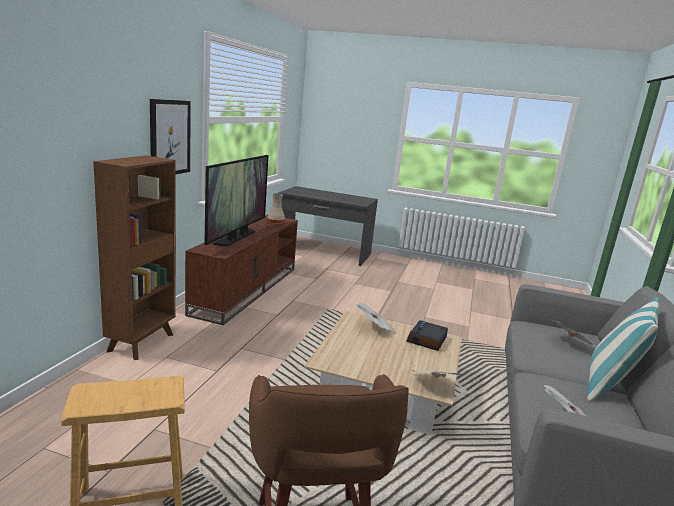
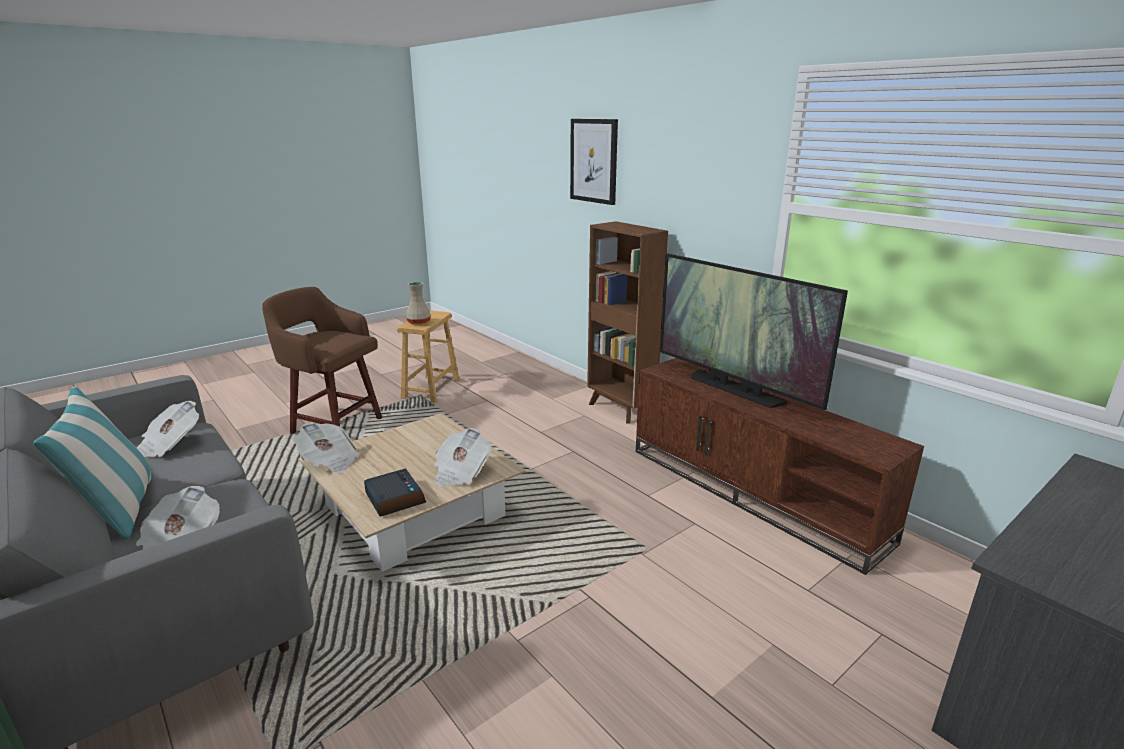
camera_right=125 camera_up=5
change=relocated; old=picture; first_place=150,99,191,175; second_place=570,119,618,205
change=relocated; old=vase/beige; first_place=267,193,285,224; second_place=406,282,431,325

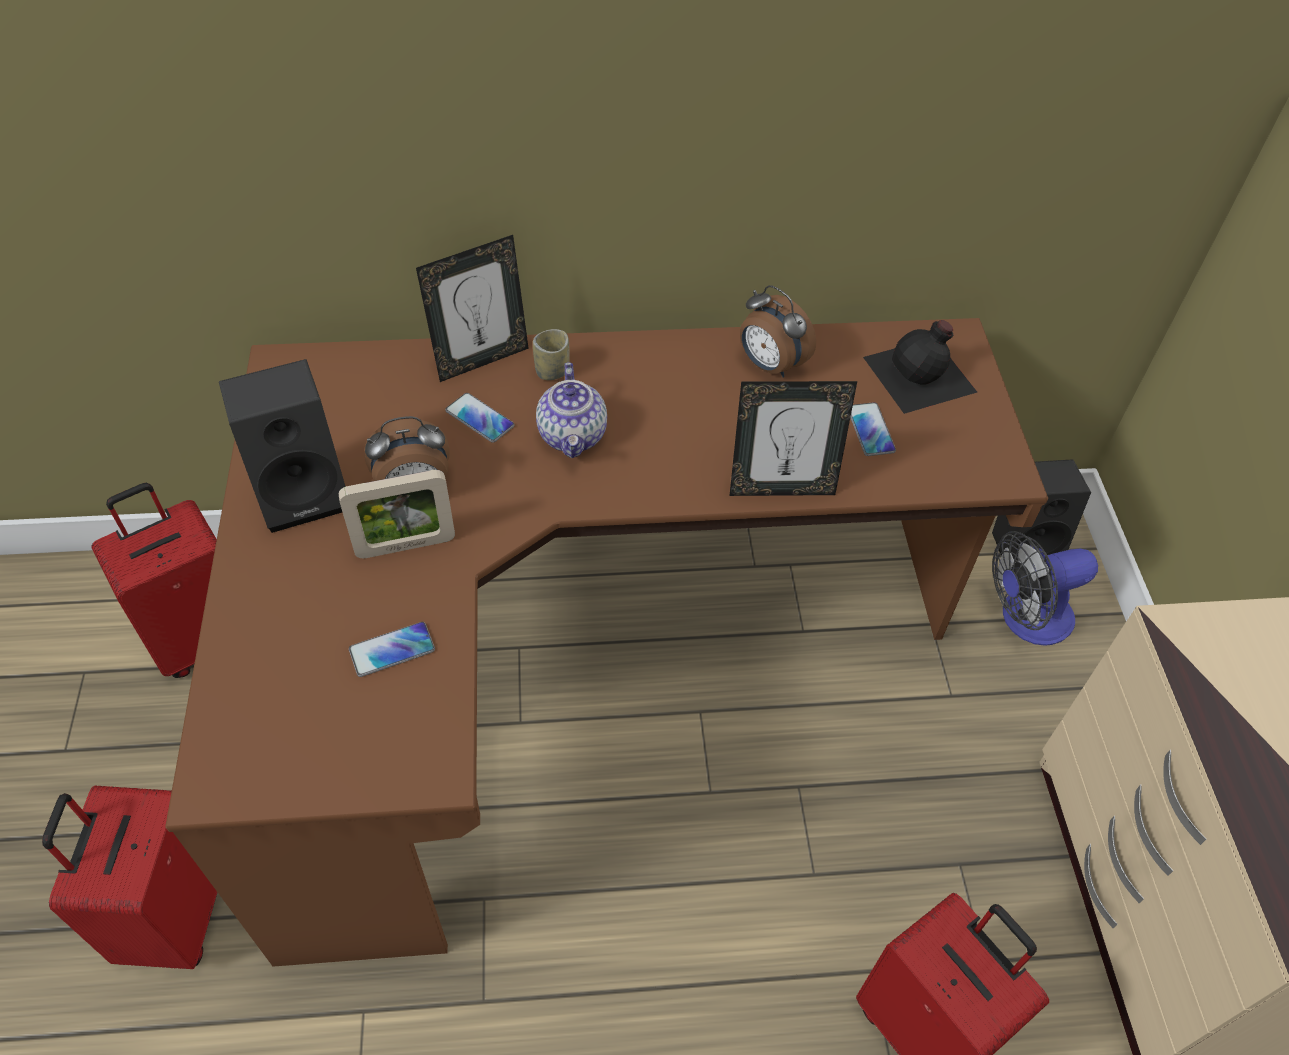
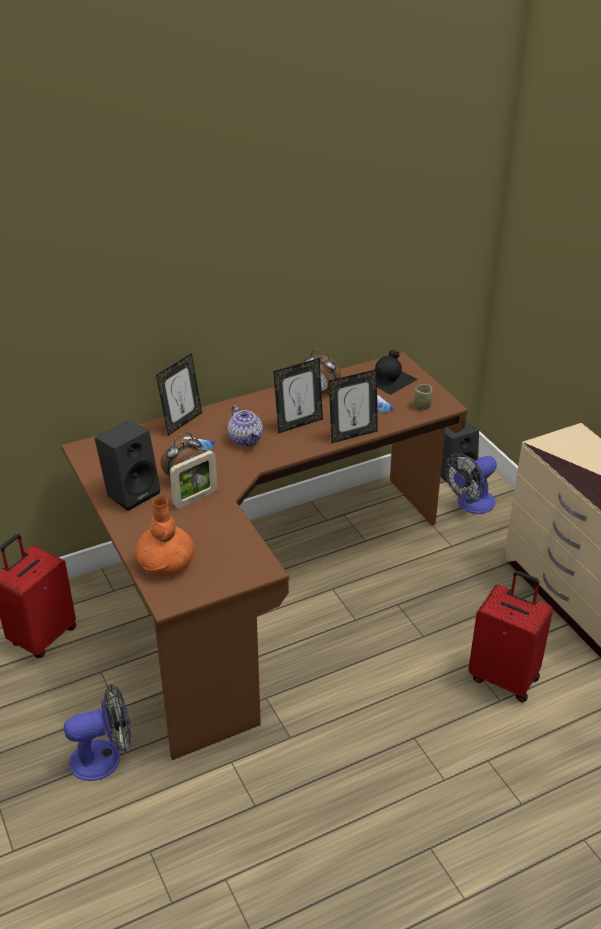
camera_right=-20 camera_up=-15
change=exchanged; old=piece of luggage/reddish; new=electric fan; first_place=42,786,218,969; second_place=64,684,131,781
change=missing; old=phone; first_place=349,622,435,677
change=relocated; old=small cup; first_place=533,329,570,380; second_place=414,384,432,410
change=appeared; new=vase/orange; second_place=135,497,194,577
change=appeared; new=picture frame; second_place=273,358,323,433

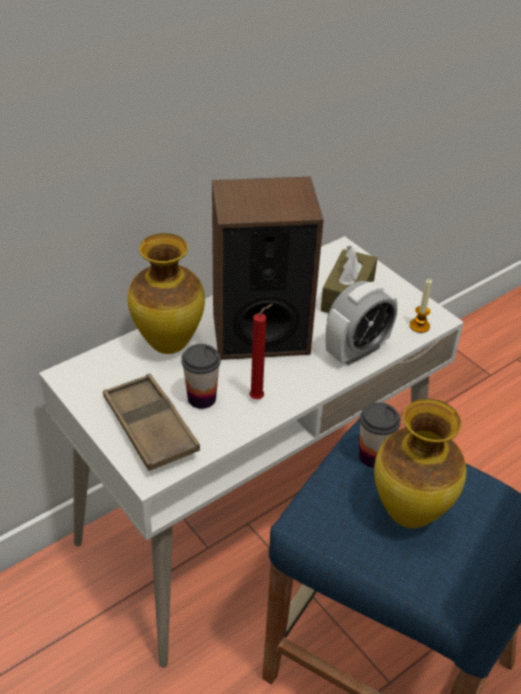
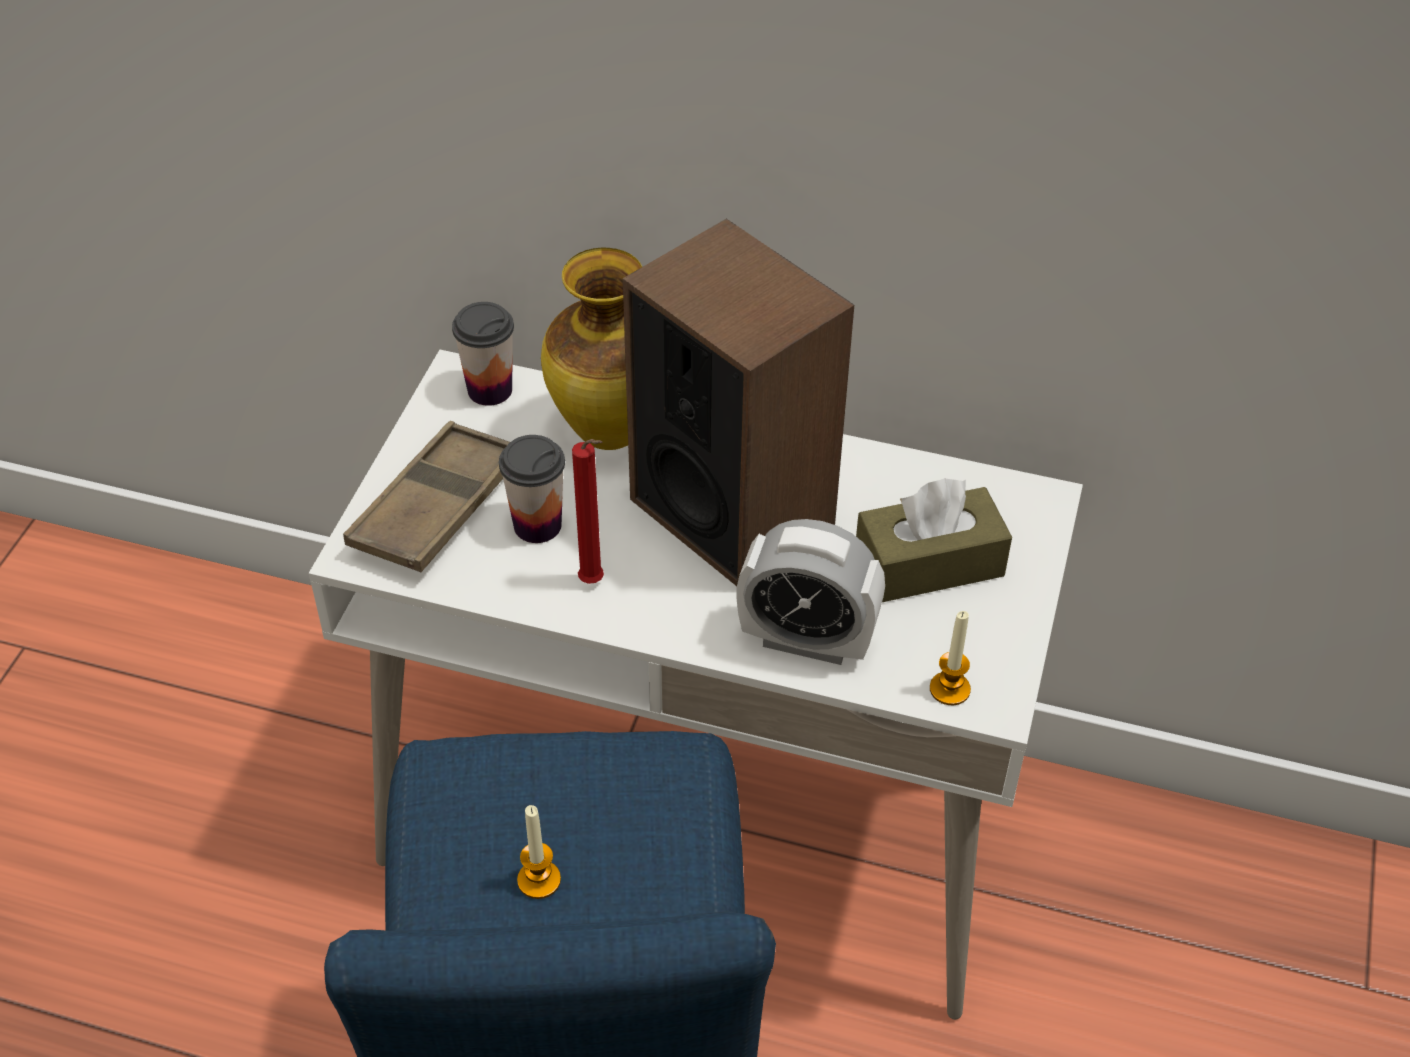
camera_right=55 camera_up=5
change=relocated; old=small cup; first_place=359,402,401,468; second_place=452,302,514,406
change=exchanged; old=vase; new=wax candle; first_place=374,399,466,528; second_place=517,805,561,899

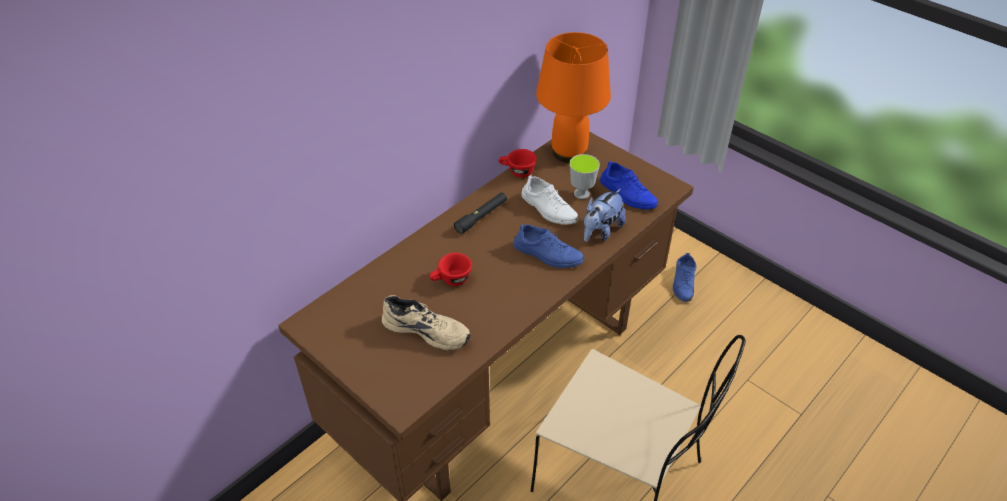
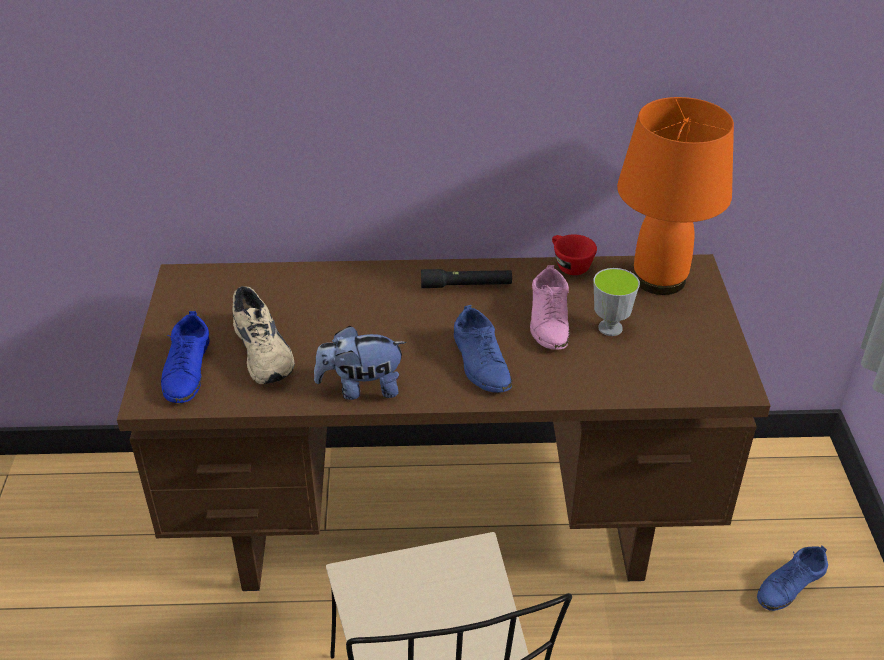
camera_right=45 camera_up=-5
change=missing; old=small cup/reddish; first_place=430,253,472,286
change=colour; old=shoe/whitish; new=shoe/pinkish; first_place=521,175,579,225; second_place=530,265,570,350
change=relocated; old=plush toy; first_place=584,189,626,242; second_place=314,326,406,400
change=relocated; old=shoe/bluish; first_place=600,160,658,209; second_place=161,311,209,403

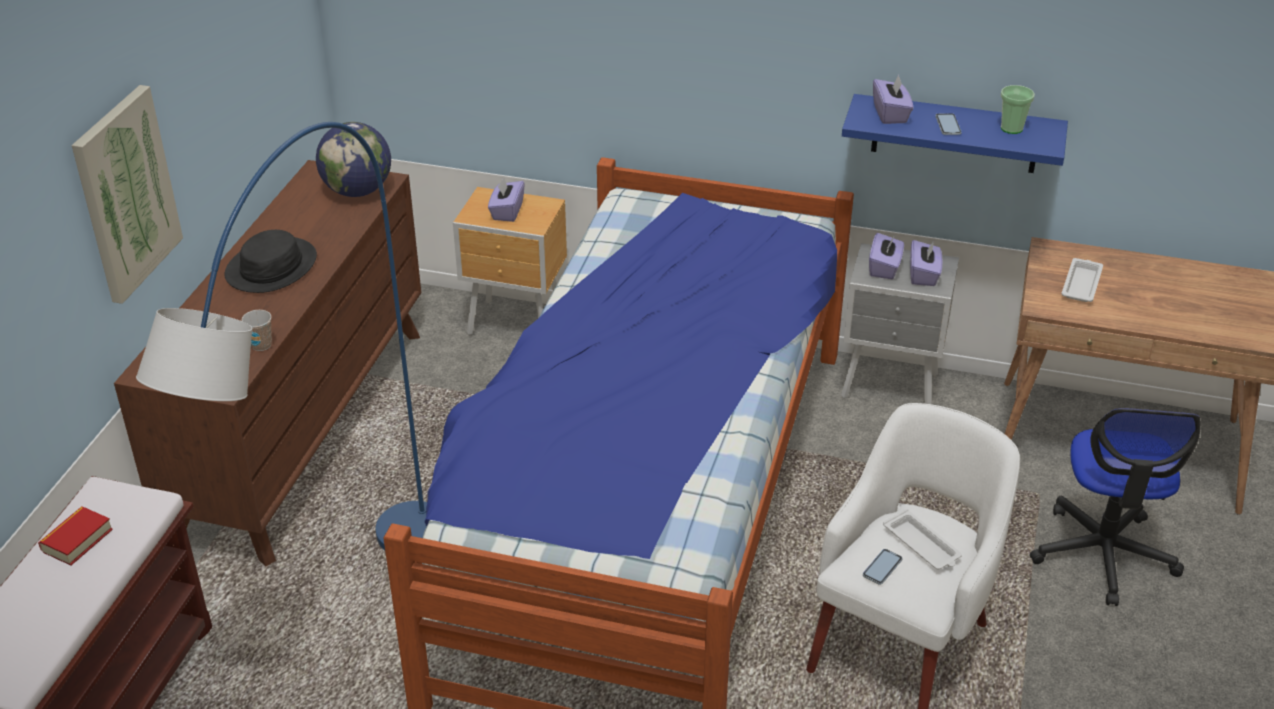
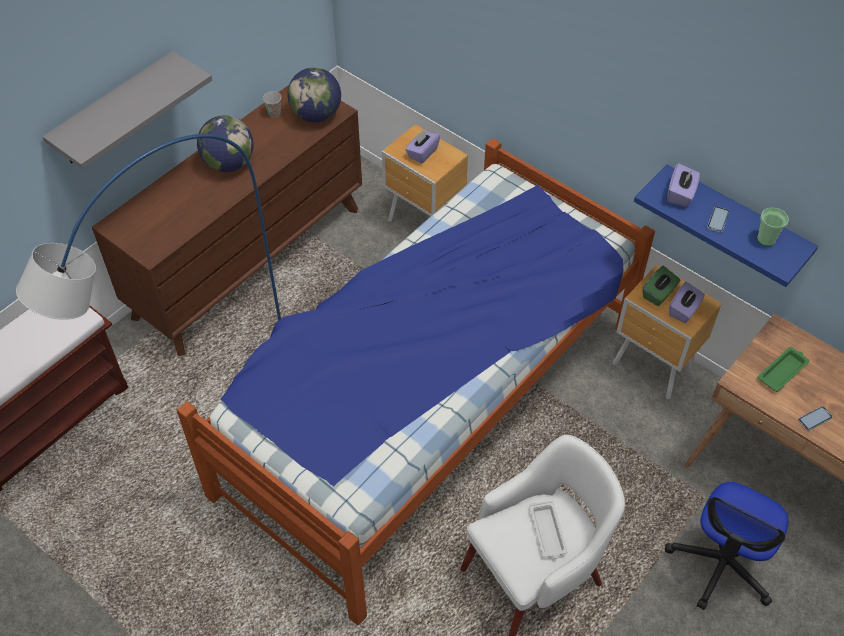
camera_right=25 camera_up=15
change=missing; old=book; first_place=38,506,113,565
change=exchanged; old=picture; new=wall shelf/grey; first_place=72,85,183,304; second_place=42,51,212,169
change=exchanged; old=clothing hat/blackish; new=world globe; first_place=225,230,317,293; second_place=197,115,254,172
change=relocated; old=small cup; first_place=241,310,272,351; second_place=263,91,281,118
change=colour; old=bedside table/grey; new=bedside table/brown-coloured; first_place=841,243,959,404; second_place=613,265,722,399
change=relocated; old=phone; first_place=863,549,902,585; second_place=798,406,833,431
change=colour; old=box of tissues/purple; new=box of tissues/green; first_place=869,233,904,279; second_place=642,266,680,306
change=colour; old=serving tray/whitish; new=serving tray/green; first_place=1061,258,1103,302; second_place=757,347,810,392

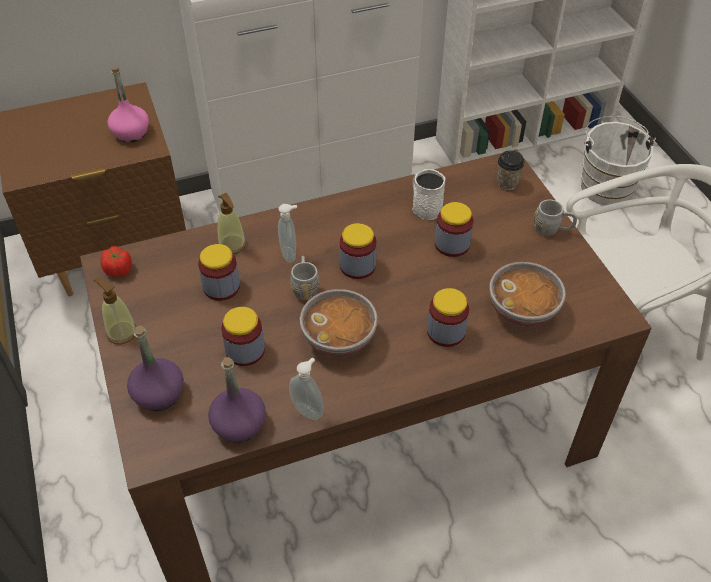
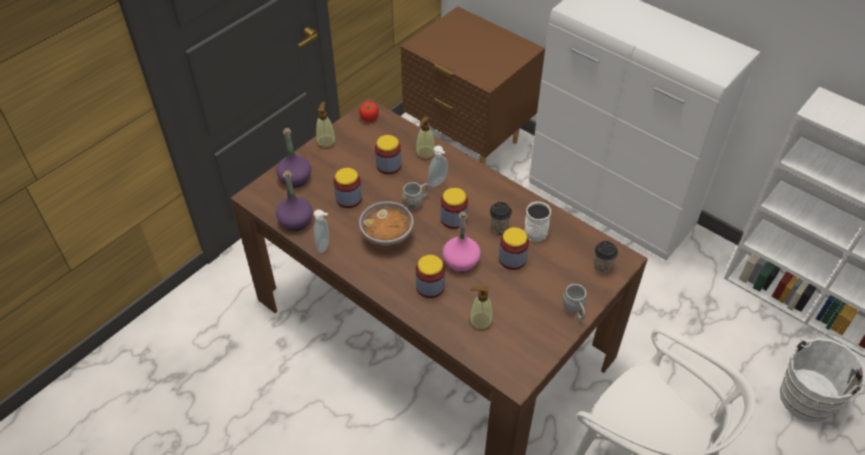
camera_right=60 camera_up=0
change=relocated; old=beverage bottle/pinkish; first_place=108,67,149,142; second_place=443,211,481,272
change=exchanged; old=serving bowl; new=soap dispenser; first_place=489,262,566,327; second_place=469,286,493,331
change=appeared; new=small cup; second_place=490,202,512,233

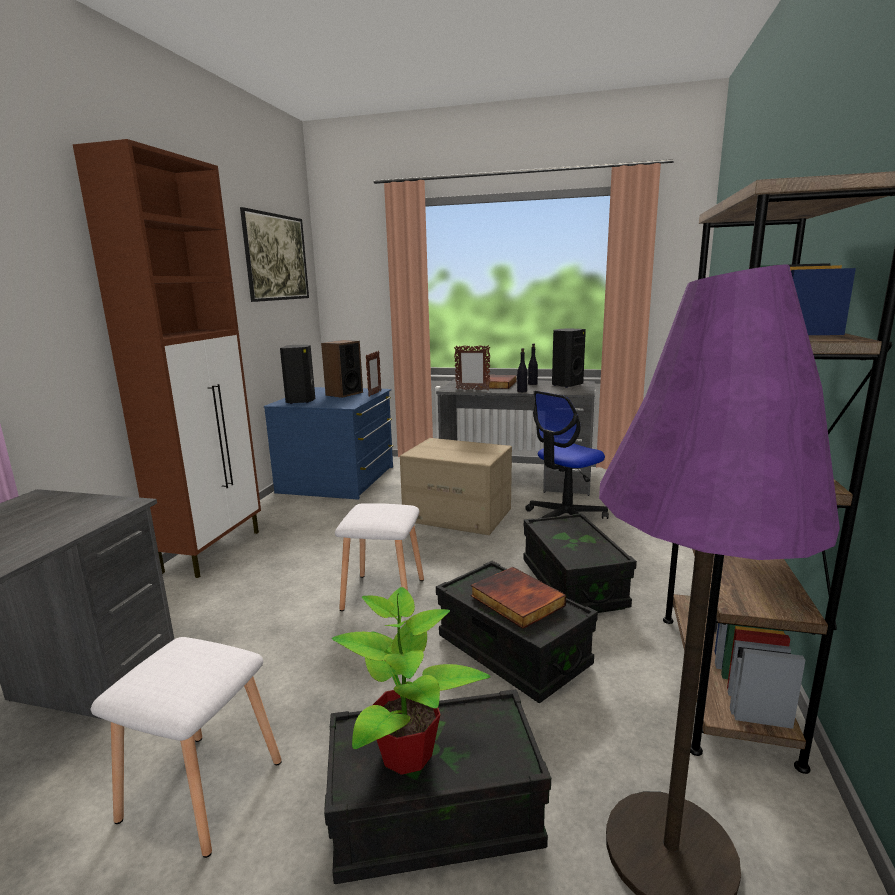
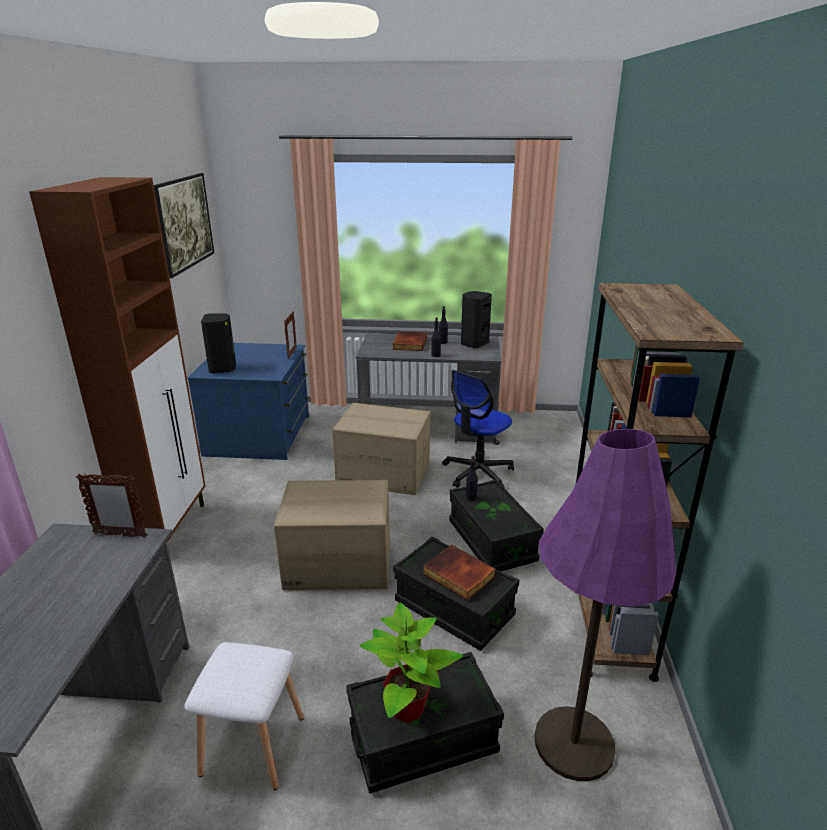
camera_right=-10 camera_up=10
change=missing; old=speaker; first_place=321,340,363,398
change=exchanged; old=sitting stool/whitish; new=carton; first_place=335,503,424,611; second_place=274,480,390,590
change=relocated; old=picture frame; first_place=454,345,490,390; second_place=76,474,148,538
change=appeared; new=beverage bottle/blackish; second_place=466,456,478,501

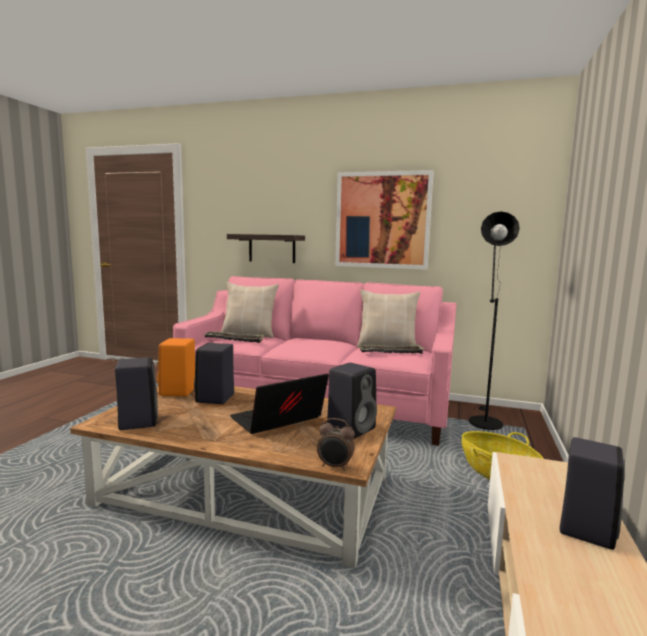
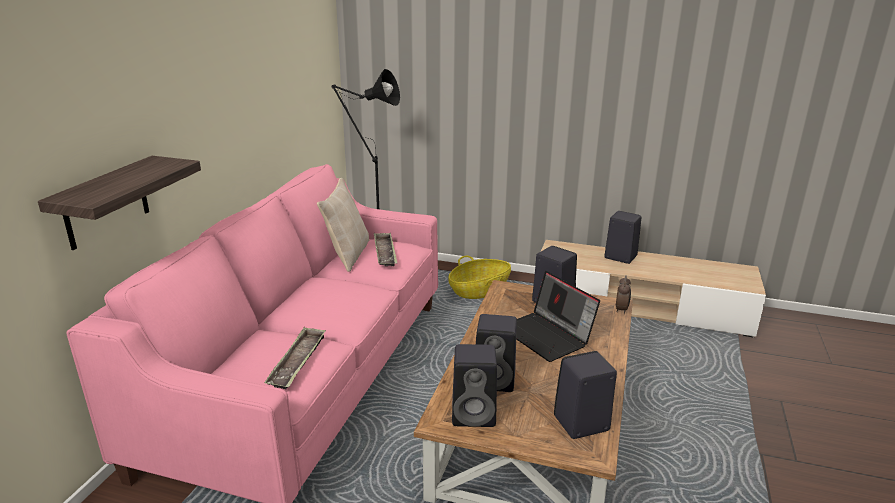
camera_right=-90 camera_up=15
change=colour; old=speaker/orange; new=speaker/blackish; first_place=157,338,195,396; second_place=452,344,497,427
change=missing; old=pillow/beige; first_place=221,282,279,338
change=missing; old=picture; first_place=335,170,434,270

